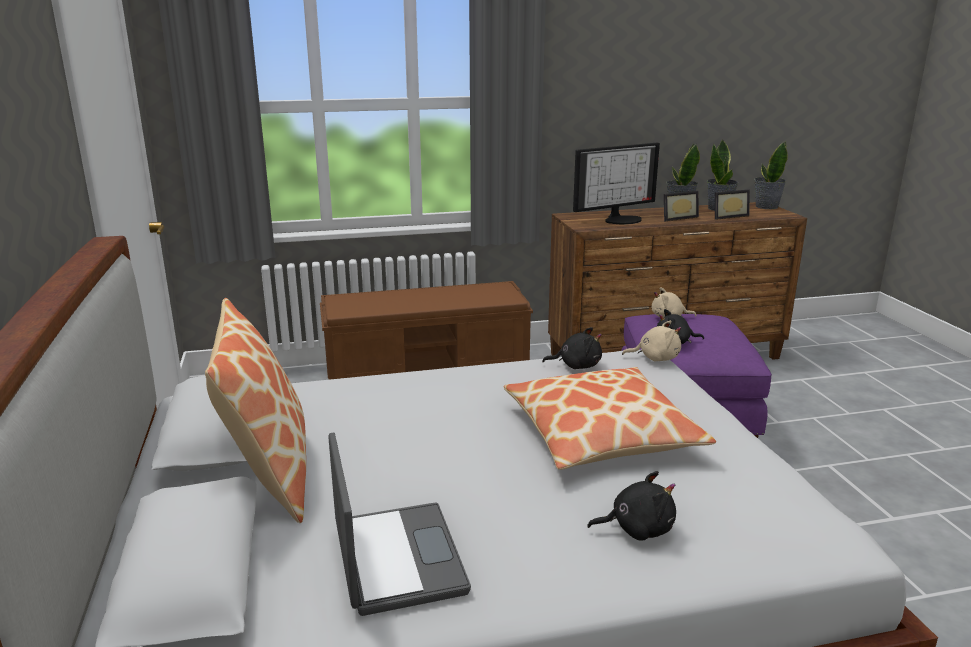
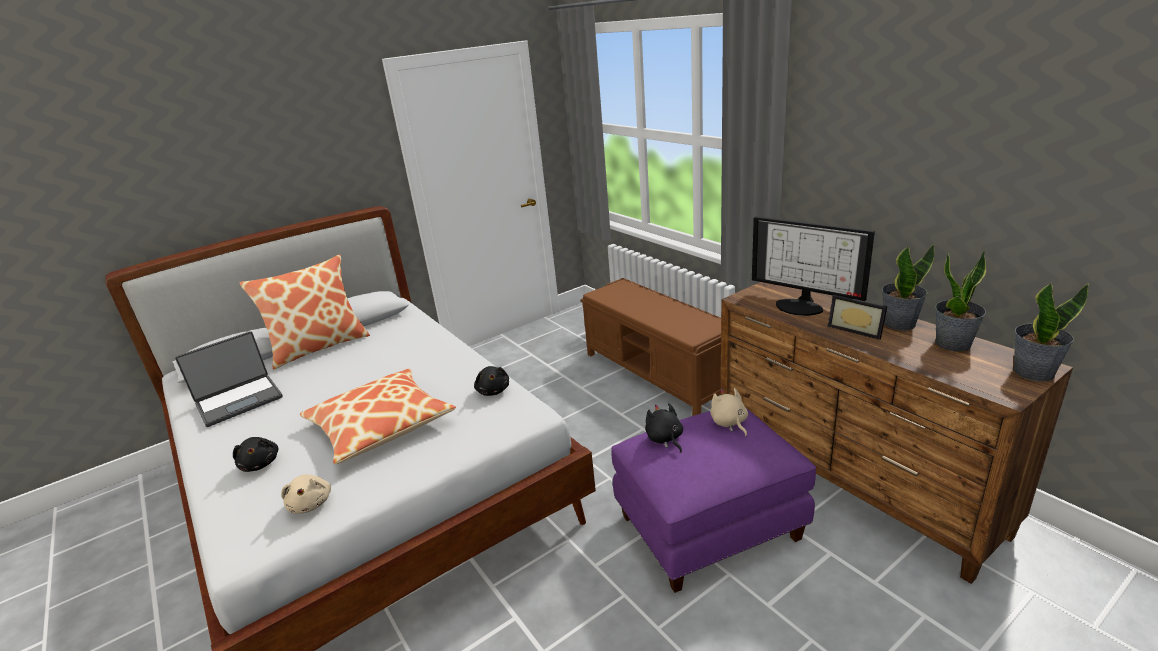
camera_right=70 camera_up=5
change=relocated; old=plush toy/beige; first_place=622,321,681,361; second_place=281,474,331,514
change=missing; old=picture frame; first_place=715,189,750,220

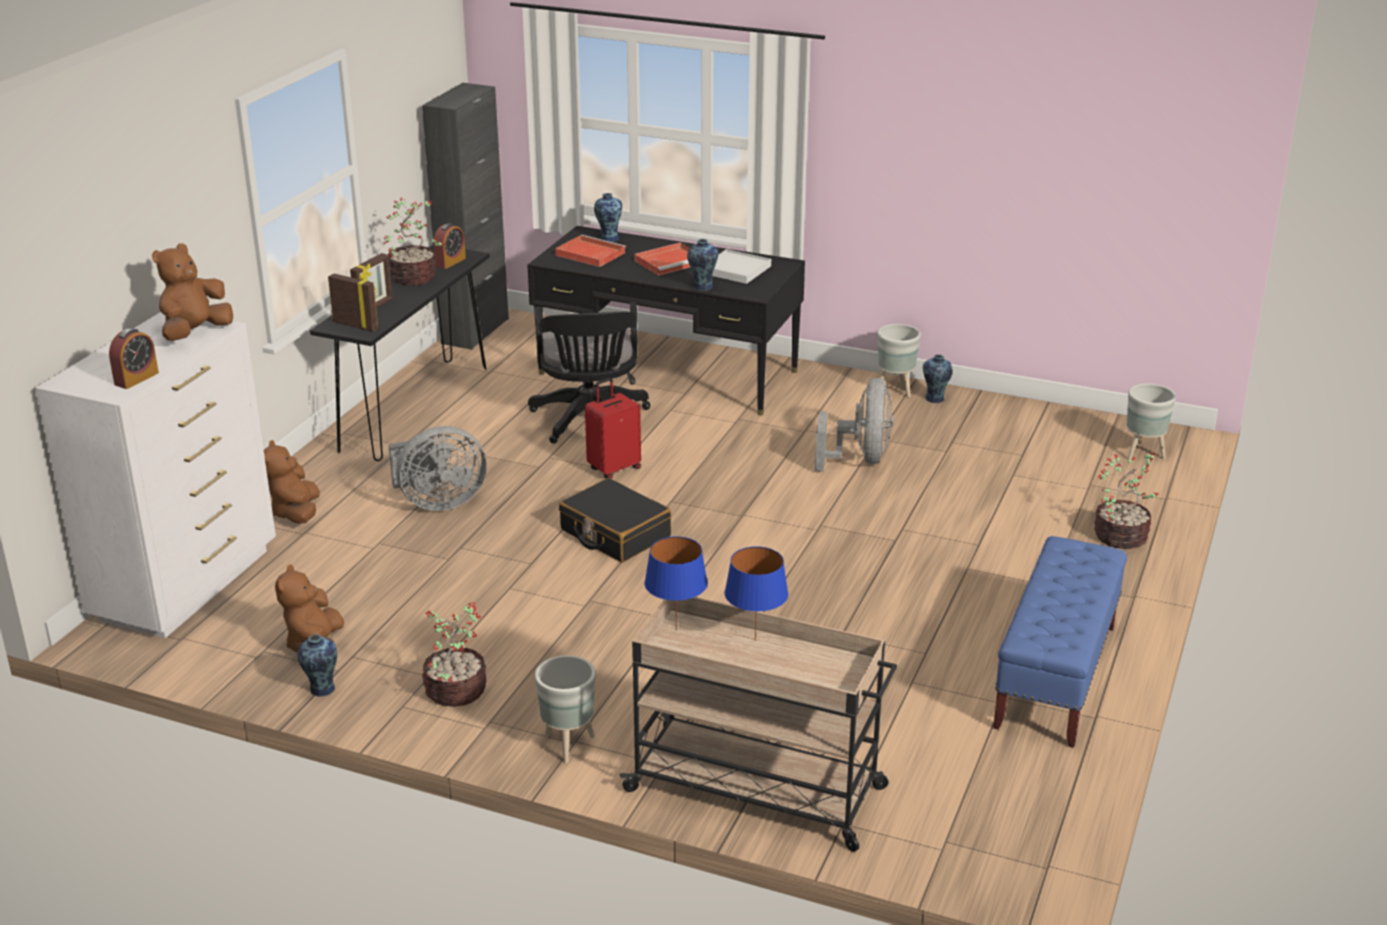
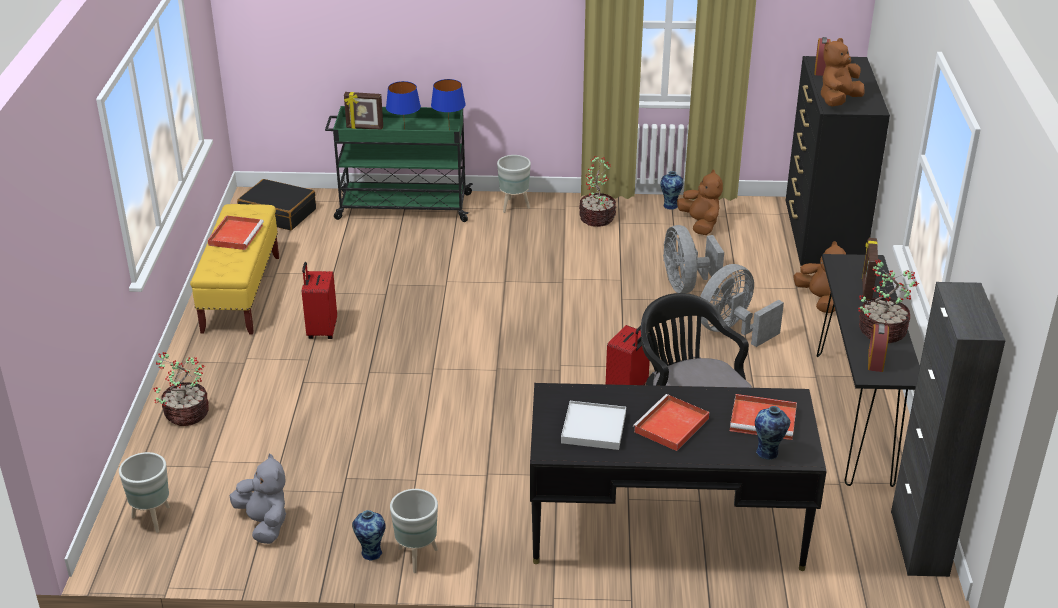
camera_right=160 camera_up=5
change=colour; old=chest of drawers/whitish; new=chest of drawers/blackish; first_place=35,312,276,638; second_place=786,56,890,266
change=spun; old=plush toy/brown-coloured; first_place=152,244,233,341; second_place=821,38,865,107; degrees=-150
change=relocated; old=picture frame; first_place=328,273,378,332; second_place=344,92,383,129
change=relocated; old=piece of luggage/blackish; first_place=559,478,671,563; second_place=237,179,316,230
change=colour; old=cart/beige; new=cart/green; first_place=619,597,897,852; second_place=325,106,473,222
change=missing; old=vase; first_place=687,239,718,291
change=relocated; old=electric fan/grey; first_place=815,378,893,472; second_place=663,225,724,293
change=colour; old=bench/bluish; new=bench/yellowish; first_place=993,536,1127,748; second_place=190,204,279,335
change=appeared; new=serving tray/reddish; second_place=208,215,264,250
change=appeared; new=plush toy/grey; second_place=230,453,286,544
change=appeared; new=piece of luggage/reddish; second_place=302,262,337,339

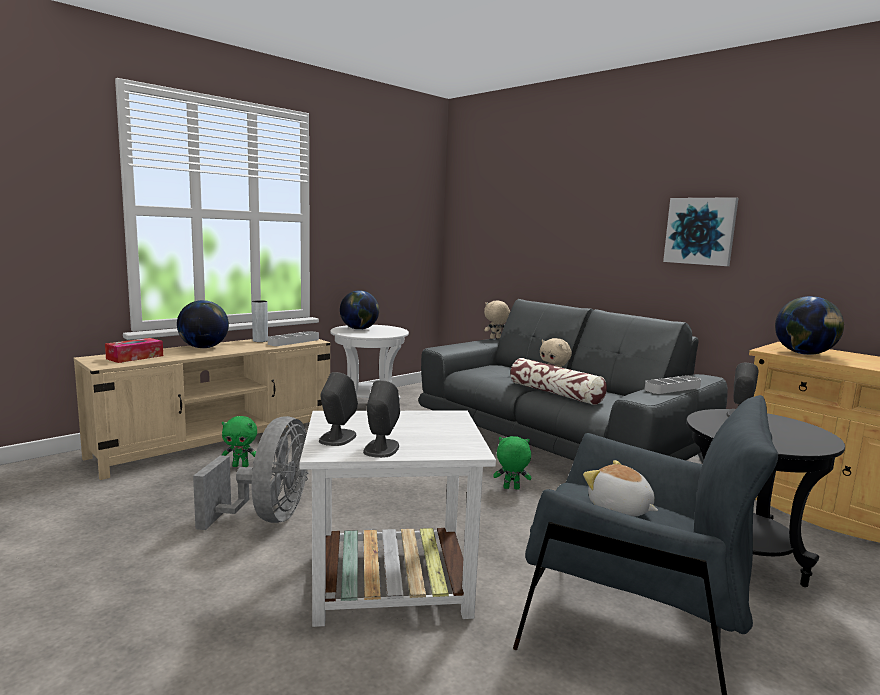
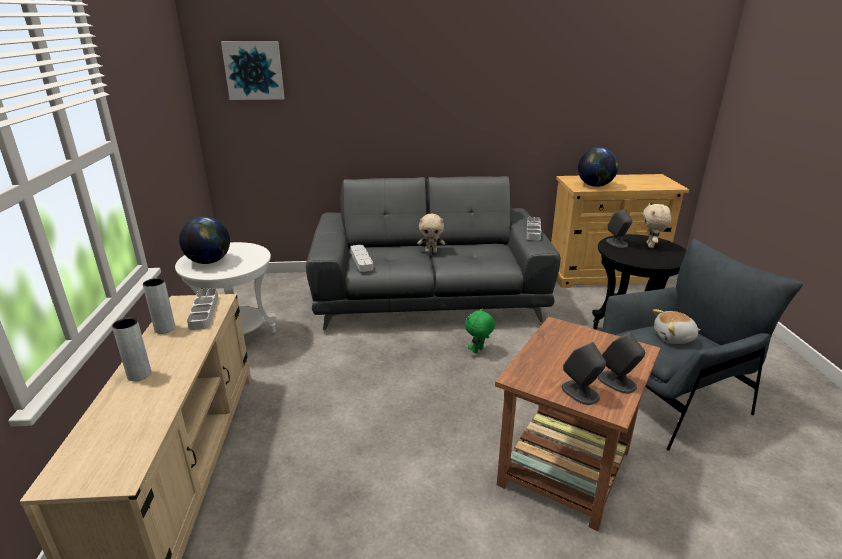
camera_right=-50 camera_up=15
change=missing; old=box of tissues; first_place=105,338,163,363
change=exchanged; old=world globe; new=vase/grey; first_place=177,300,229,348; second_place=112,318,151,381
change=missing; old=electric fan/grey; first_place=193,416,308,530
change=missing; old=plush toy/green; first_place=222,416,257,467
change=colour; old=side table/whitish; new=side table/brown-coloured; first_place=300,411,496,627; second_place=495,317,660,531
change=relocated; old=plush toy/beige; first_place=484,301,510,339; second_place=643,203,671,248
change=missing; old=pillow; first_place=510,358,607,405
change=relocated; old=picture; first_place=663,197,739,266; second_place=221,41,285,100
change=appeared; new=serving tray/grey; second_place=351,245,373,272

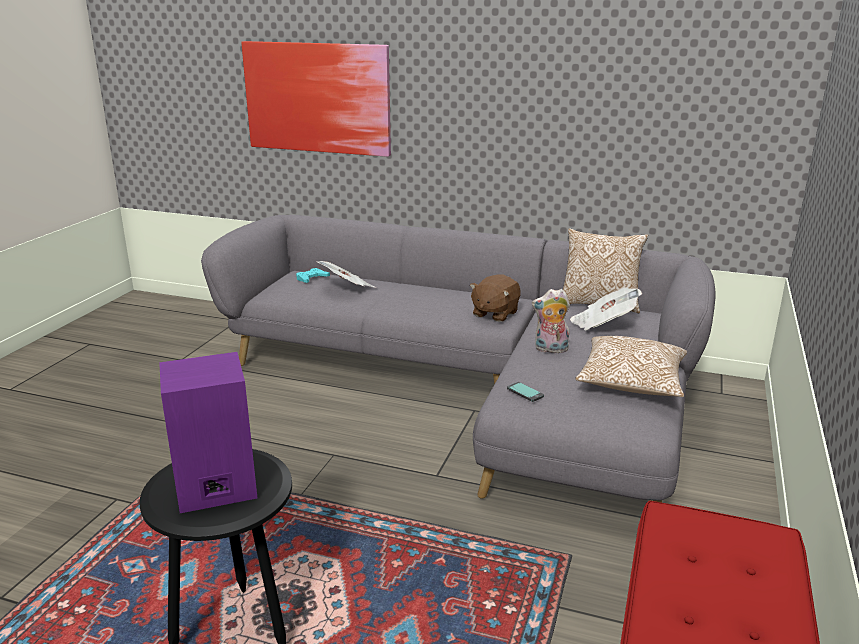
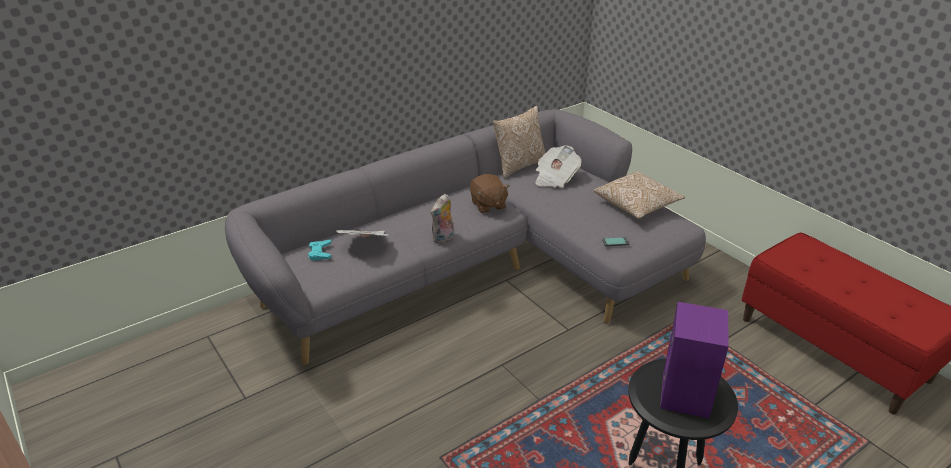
camera_right=-55 camera_up=10
change=missing; old=picture; first_place=241,41,391,157
change=relocated; old=plush toy; first_place=532,289,570,353; second_place=431,194,454,244

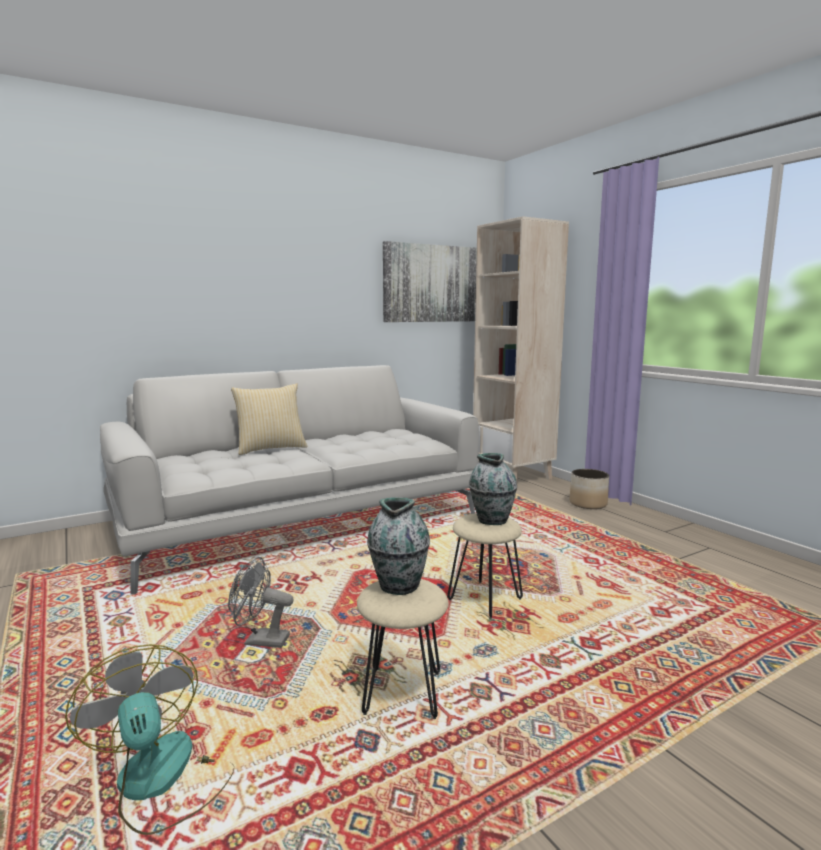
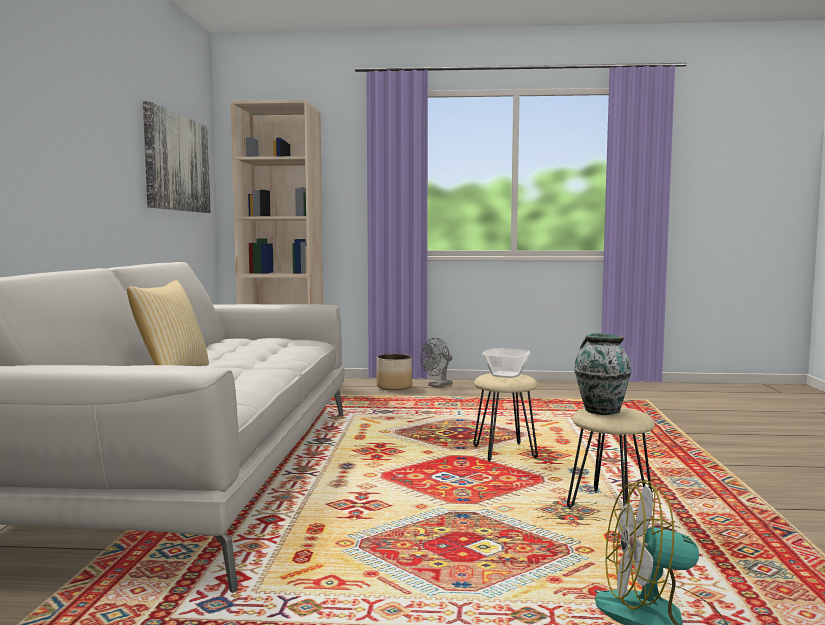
camera_right=-55 camera_up=-5
change=relocated; old=electric fan/grey; first_place=228,557,293,648; second_place=421,338,453,387
change=exchanged; old=vase; new=serving bowl; first_place=469,453,517,525; second_place=482,348,531,378

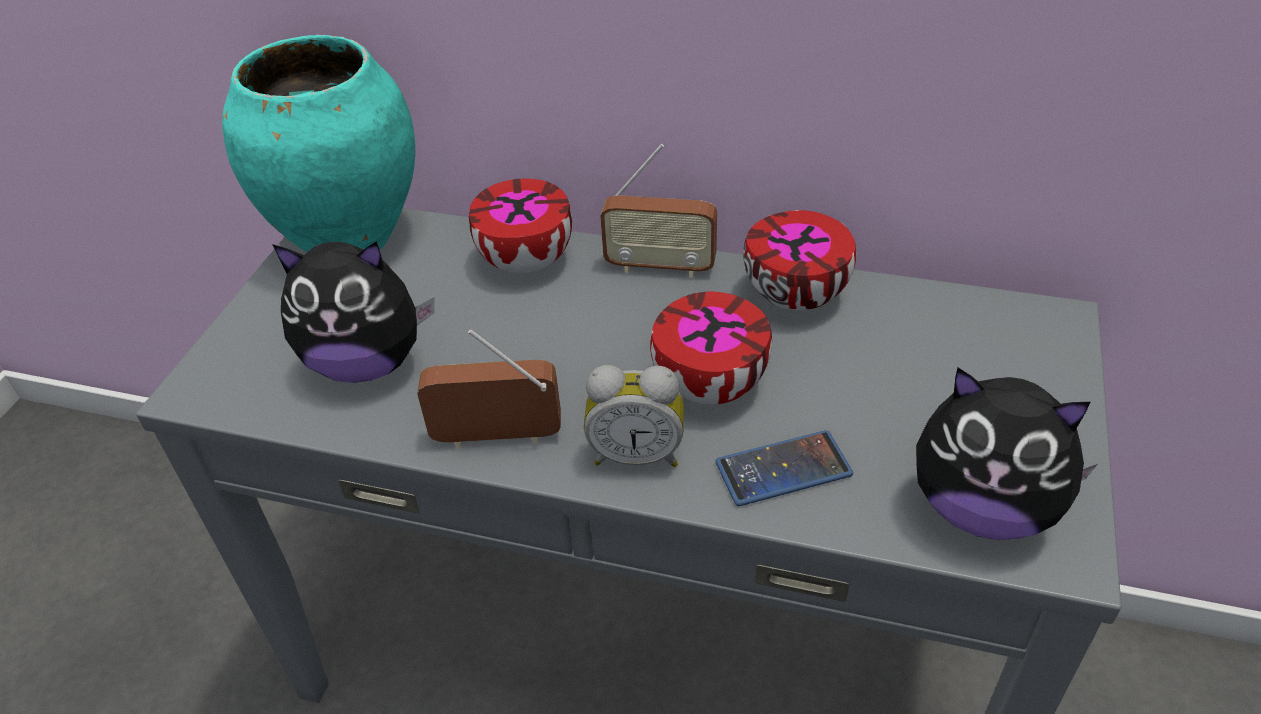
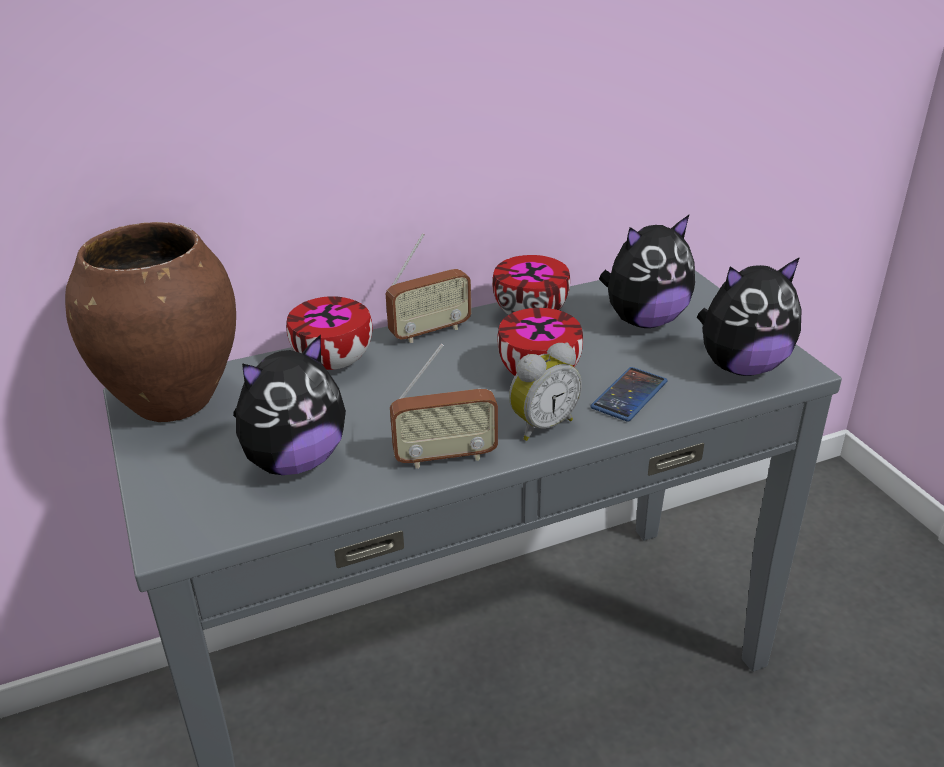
camera_right=-40 camera_up=-10
change=colour; old=vase/blue-green; new=vase/brown-coloured; first_place=222,35,415,252; second_place=65,222,236,422
change=spun; old=radio; first_place=417,329,561,449; second_place=390,344,498,469; degrees=-150
change=appeared; new=plush toy; second_place=599,215,695,328

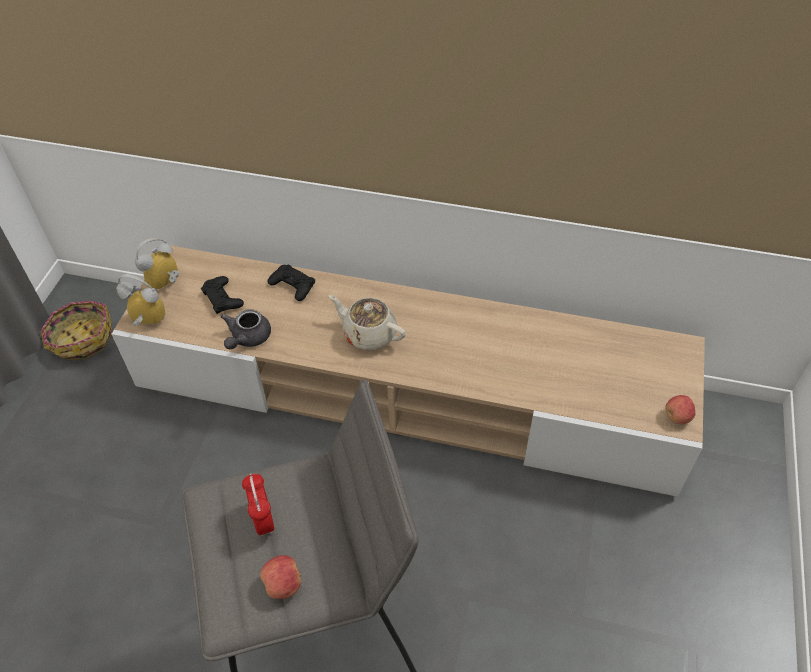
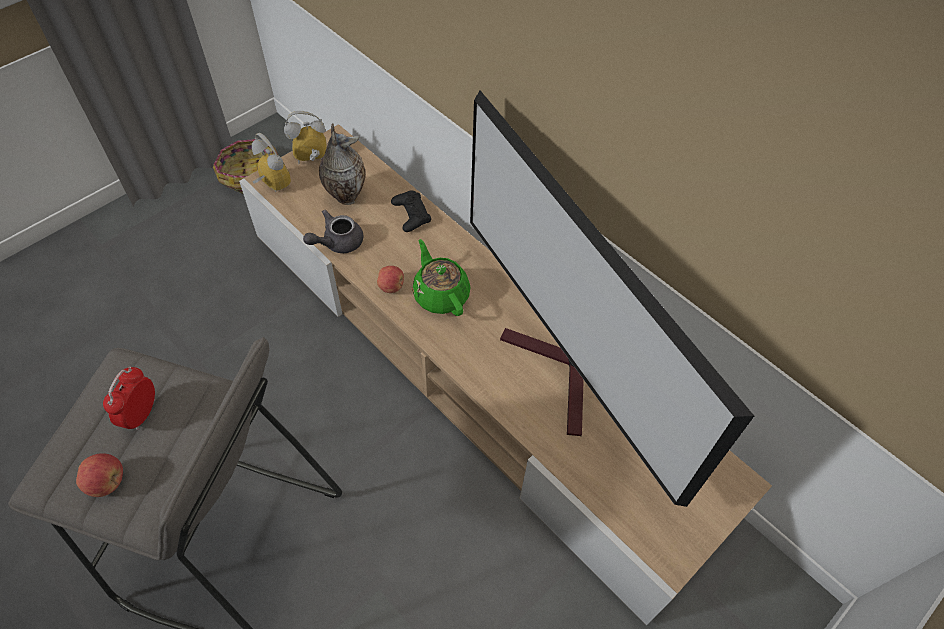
camera_right=30 camera_up=5
change=exchanged; old=gamepad/blackish; new=vase; first_place=201,276,244,314; second_place=319,123,366,205
change=colour; old=teapot/beige; new=teapot/green; first_place=328,295,406,350; second_place=412,239,470,316
change=relocated; old=whole apple; first_place=666,395,696,424; second_place=377,266,404,293
change=appeared; new=television; second_place=470,91,754,507

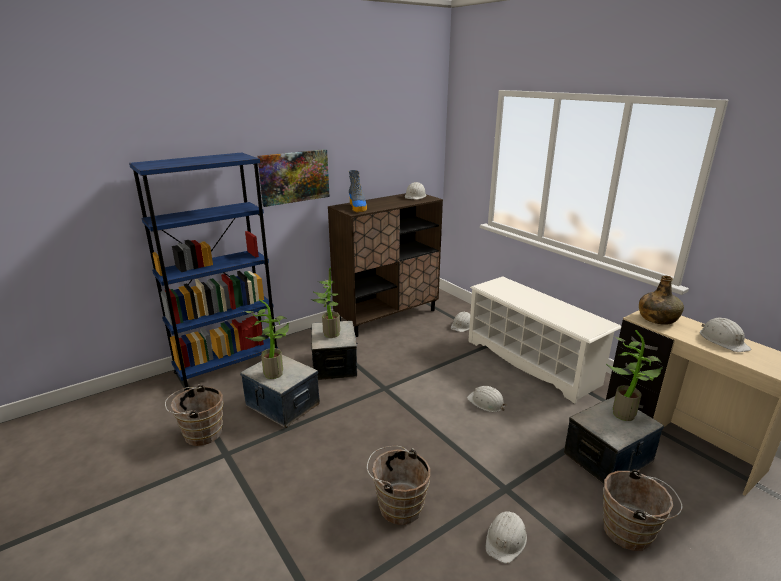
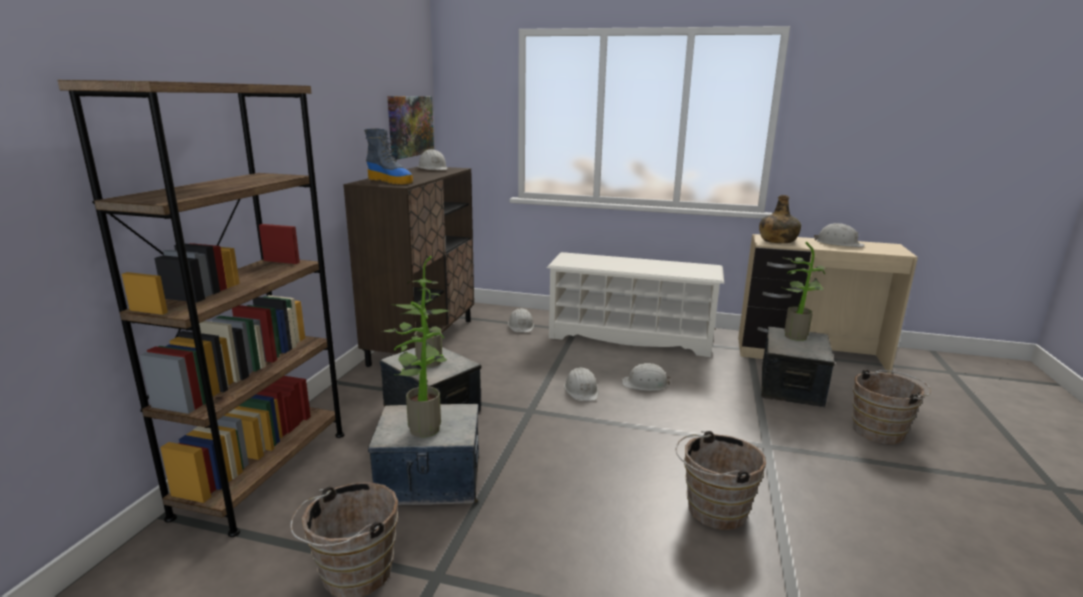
camera_right=-40 camera_up=-5
change=colour; old=bookcase/bluish; new=bookcase/brown-coloured; first_place=129,153,278,391; second_place=57,80,344,537
change=relocated; old=picture; first_place=257,149,330,207; second_place=387,96,434,160
change=relocated; old=work helmet/whitish; first_place=486,511,527,564; second_place=564,367,598,401

